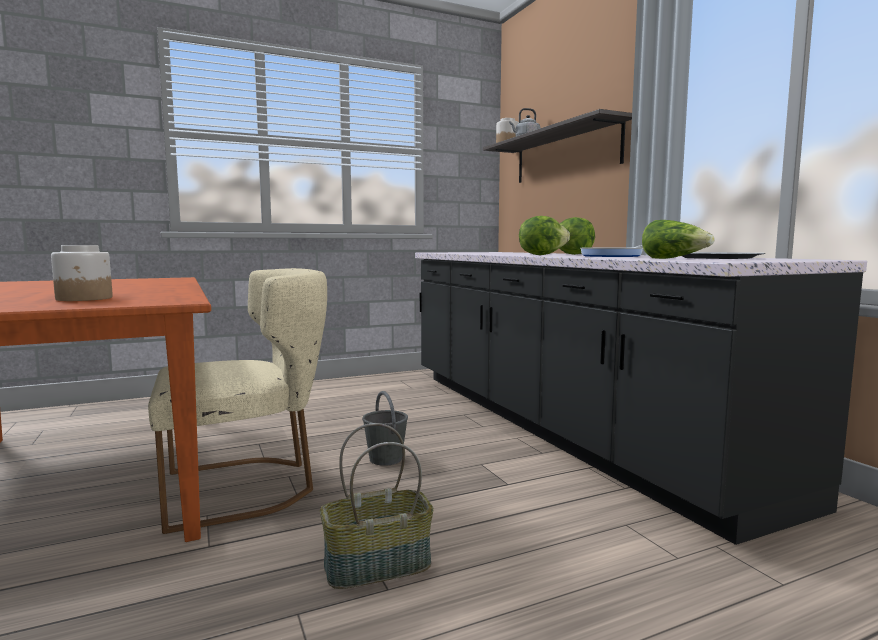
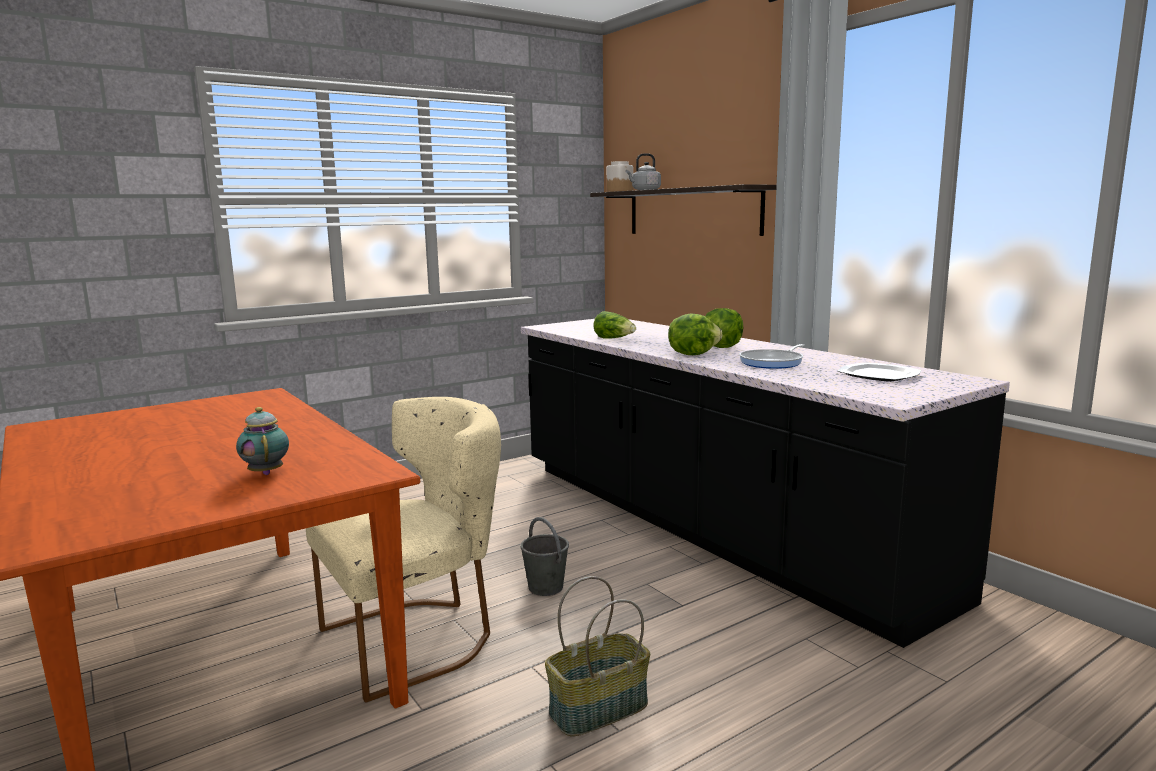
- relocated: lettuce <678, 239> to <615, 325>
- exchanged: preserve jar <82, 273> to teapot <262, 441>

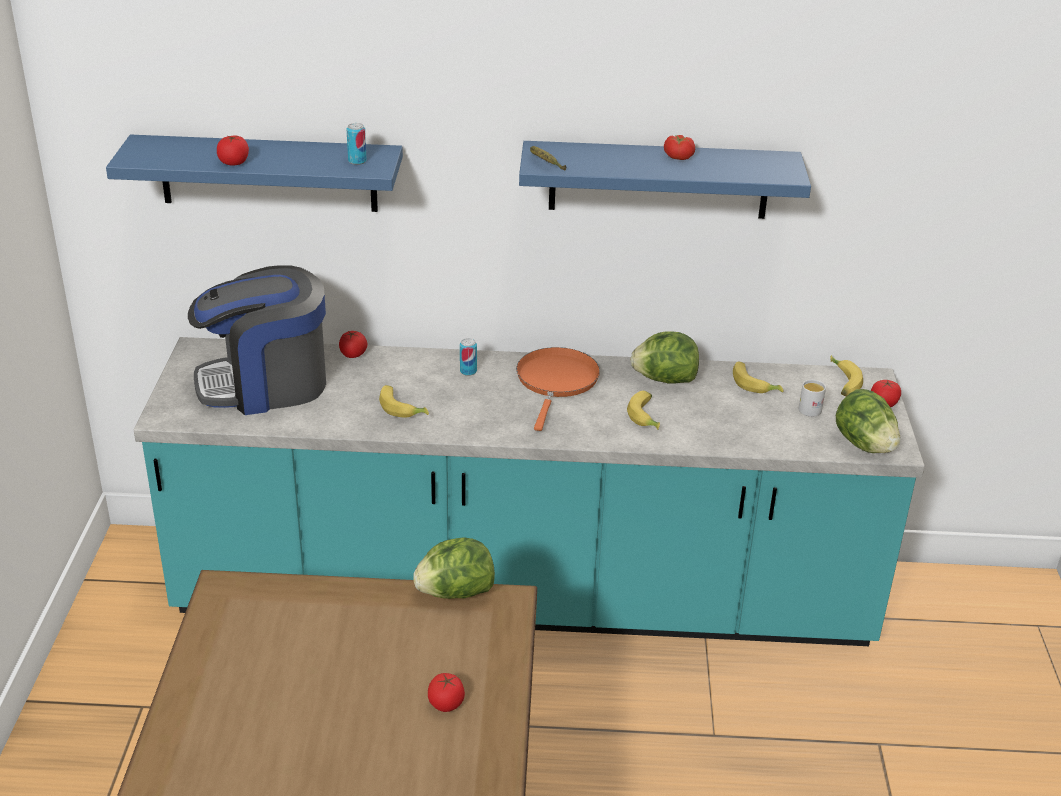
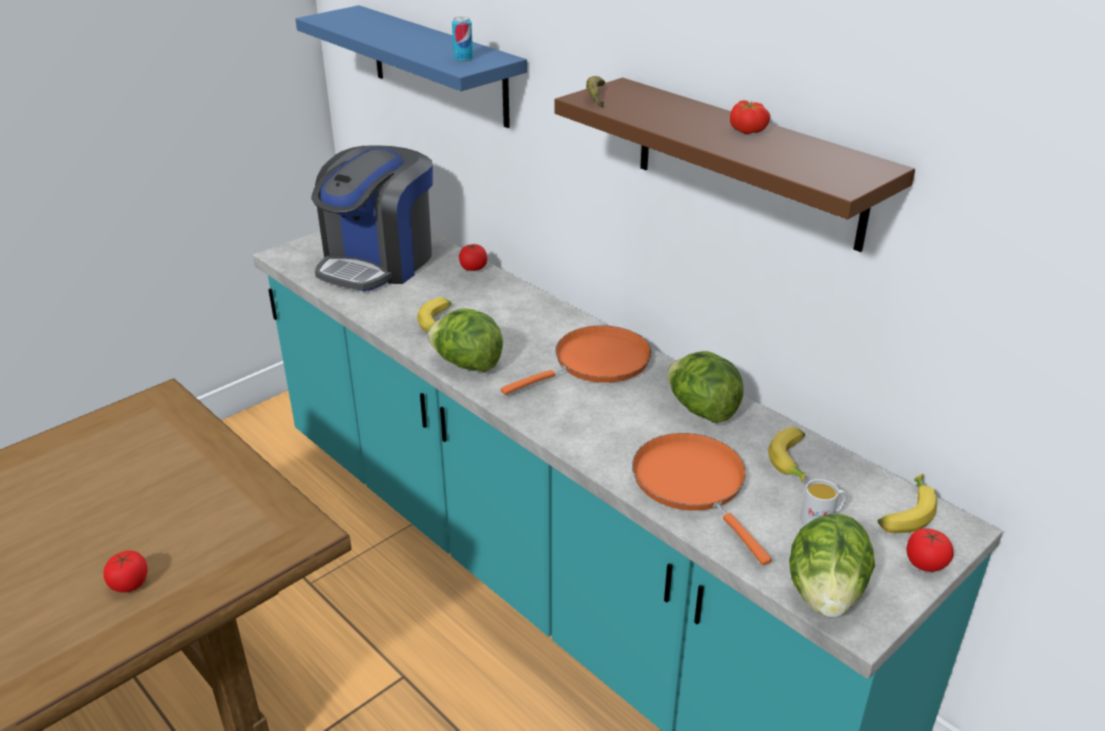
- missing: tomato <233, 150>
- colour: blue bracket shelf <665, 180> to brown bracket shelf <735, 165>
- spun: coffee machine <257, 340> = <372, 218> 90 degrees counterclockwise
- missing: can <468, 357>
- missing: whole banana <643, 410>
- relocated: lettuce <454, 568> to <465, 340>
- appeared: orangey skillet <702, 499>

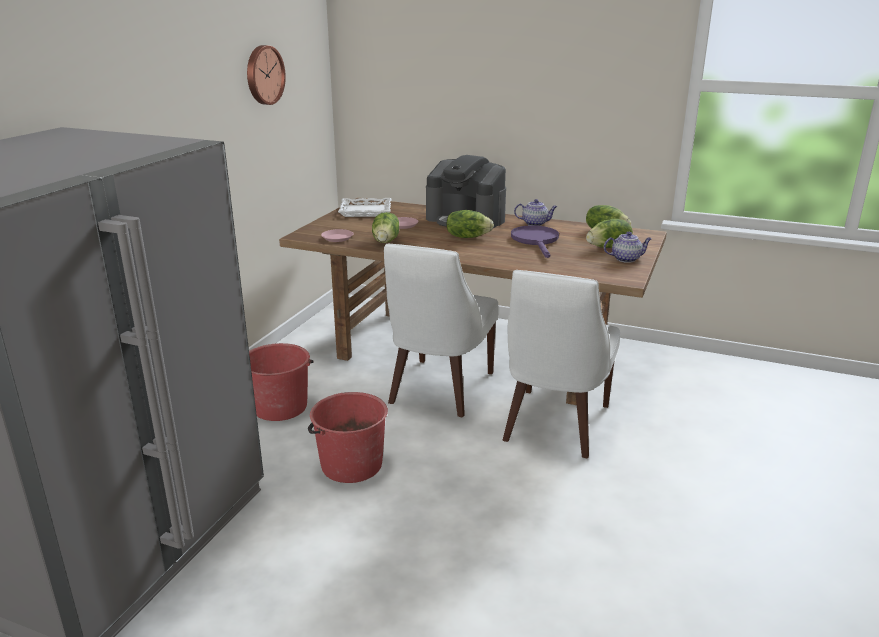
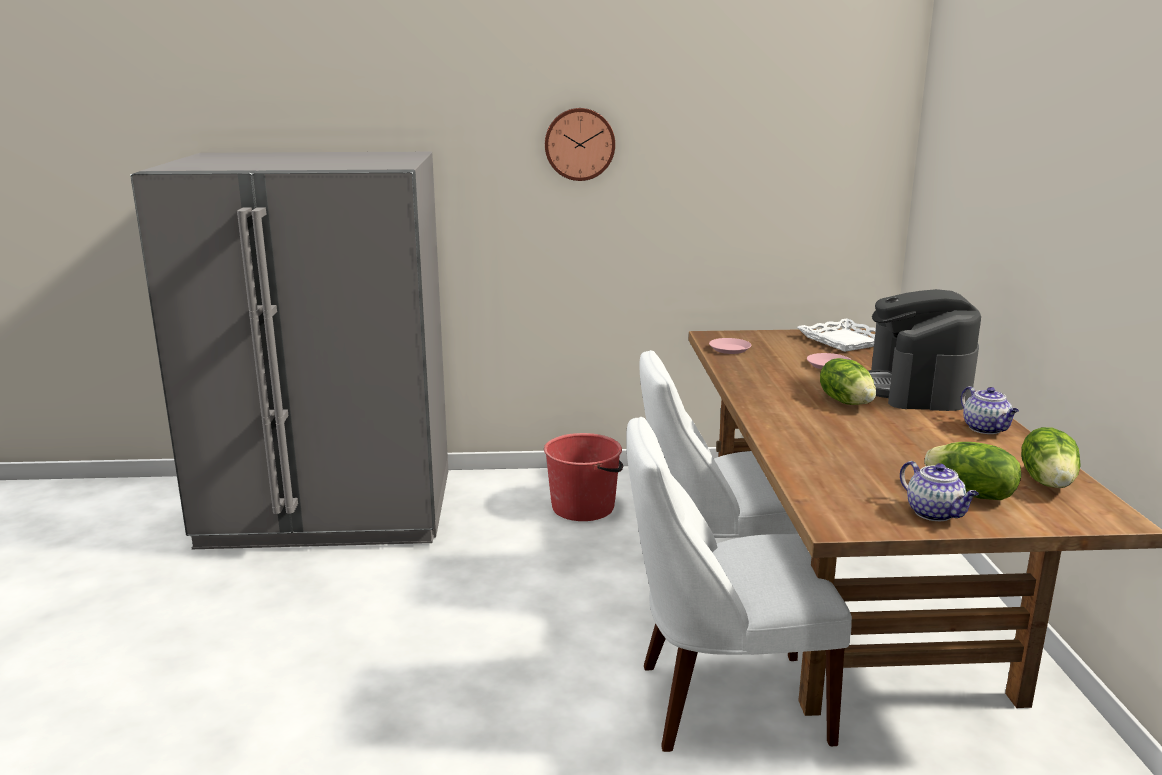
- relocated: hanging clock <266, 75> to <580, 144>
- missing: lettuce <385, 227>
- missing: purple-coloured skillet <535, 241>
- missing: red water bucket <348, 437>

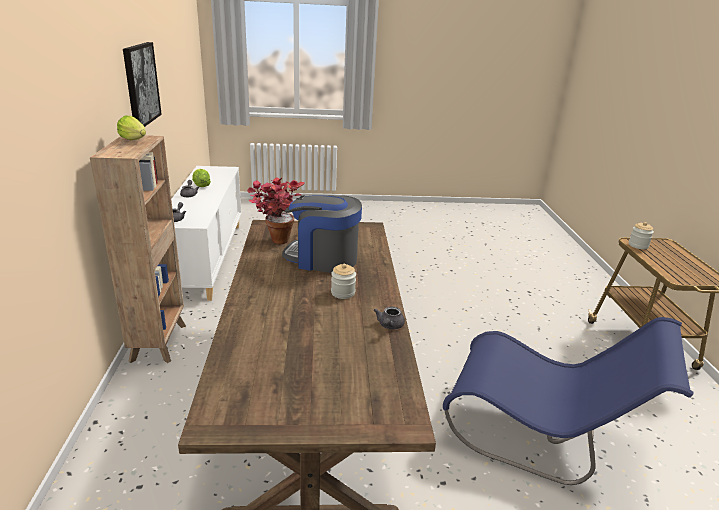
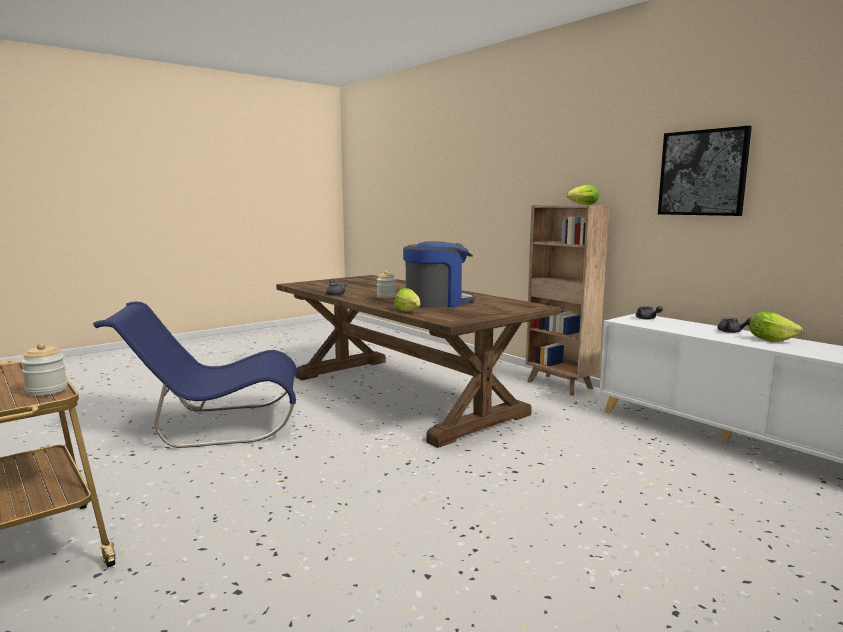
- missing: potted plant <276, 210>
- appeared: lettuce <408, 300>

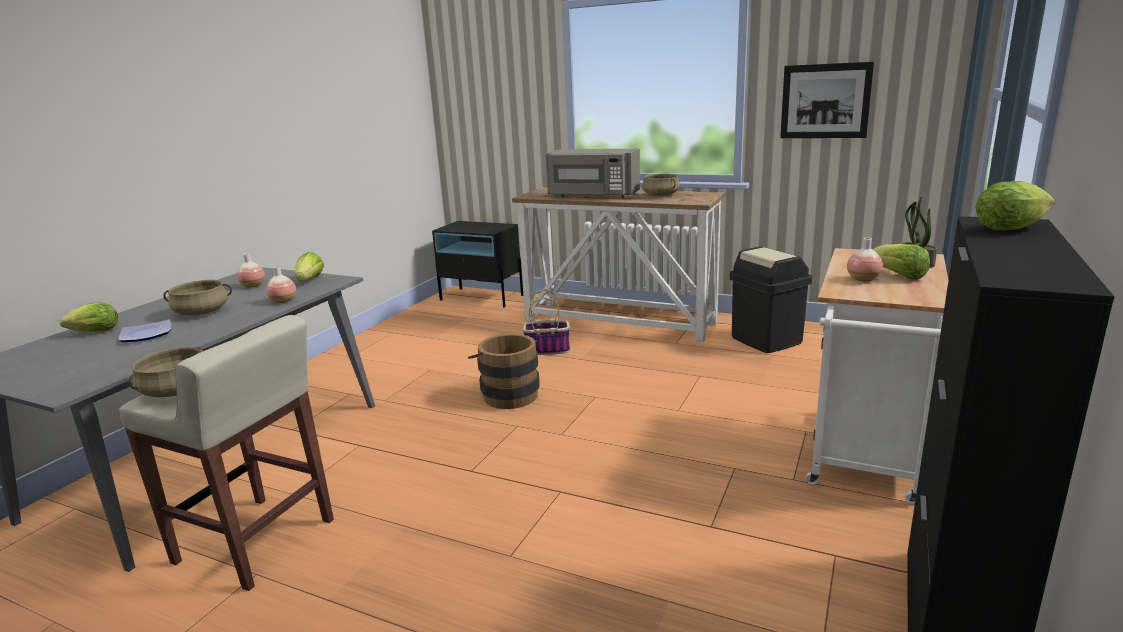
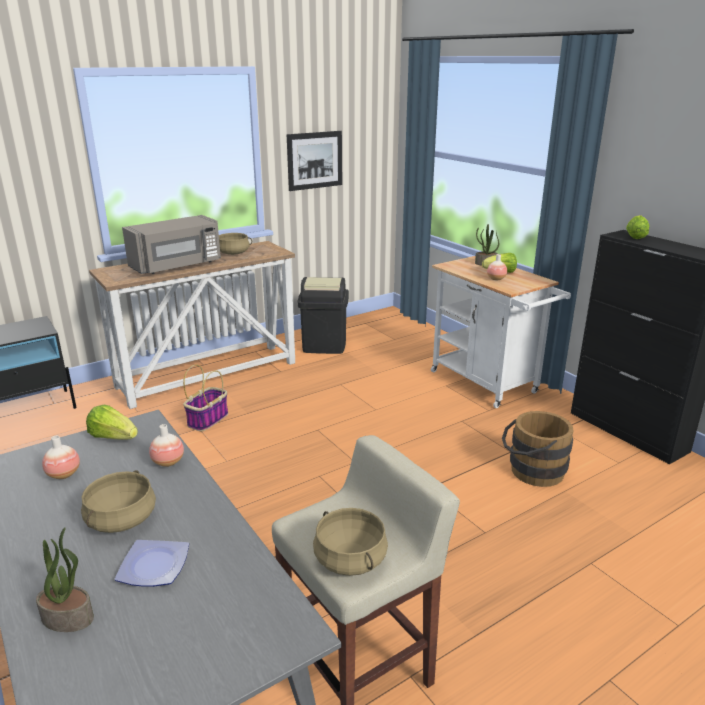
- exchanged: lettuce <89, 317> to potted plant <65, 579>
- relocated: brown water bucket <504, 371> to <538, 449>

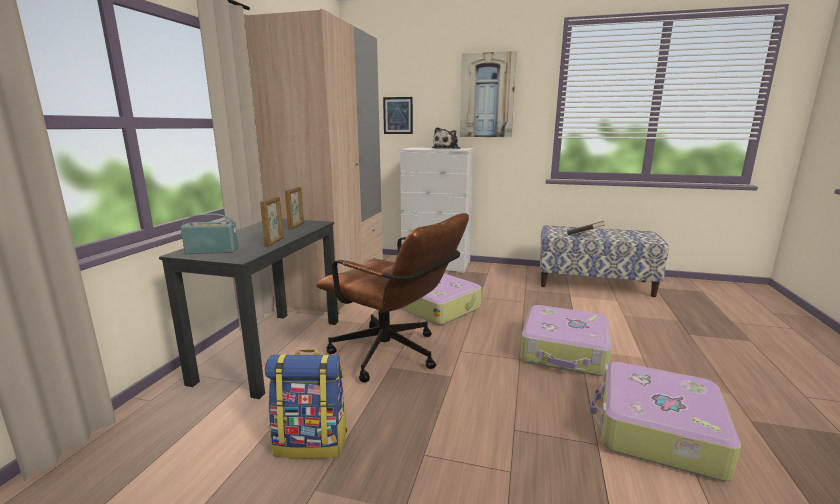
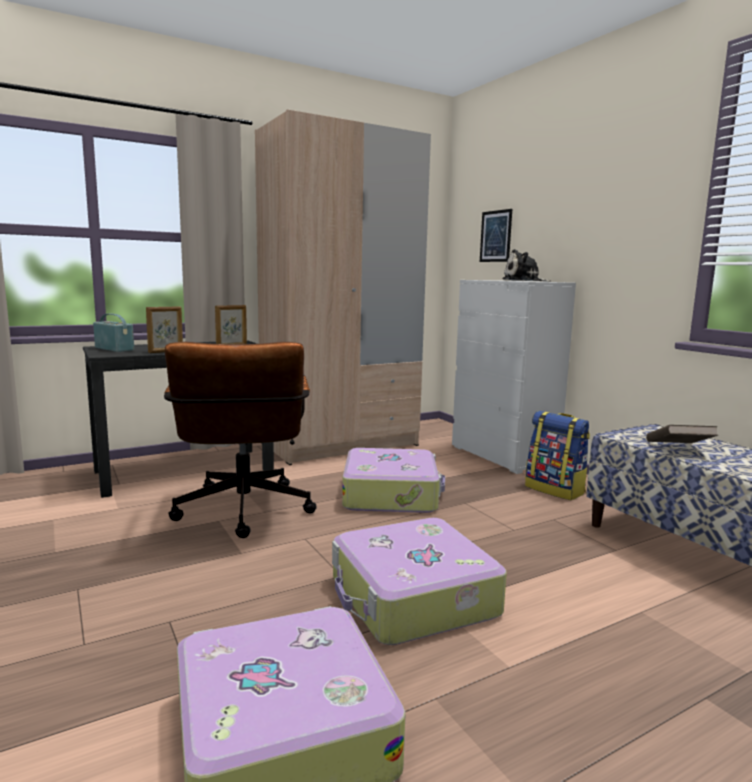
- missing: wall picture <488, 94>
- relocated: rucksack <306, 404> to <557, 455>

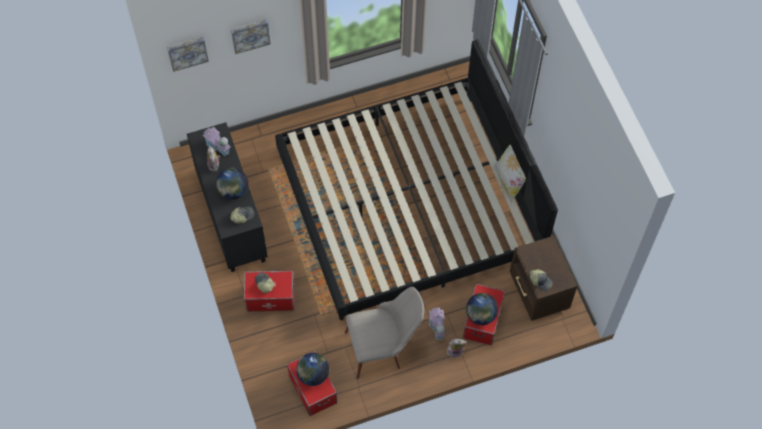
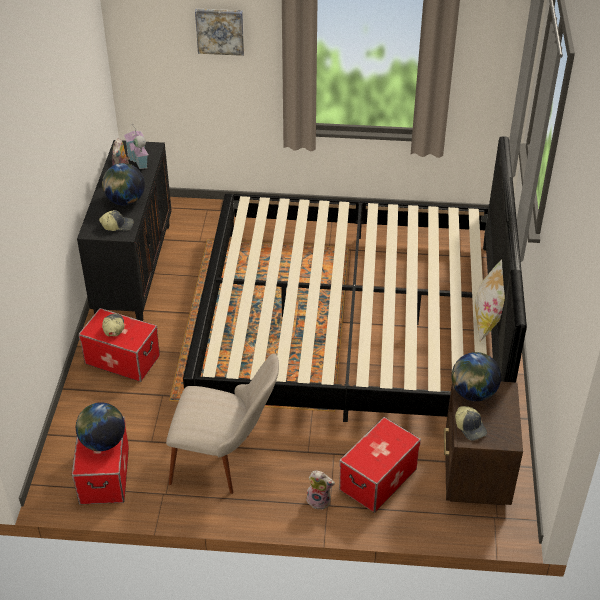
- missing: wall picture <188, 54>
- relocated: globe <482, 309> to <476, 376>
- missing: toy house <437, 324>

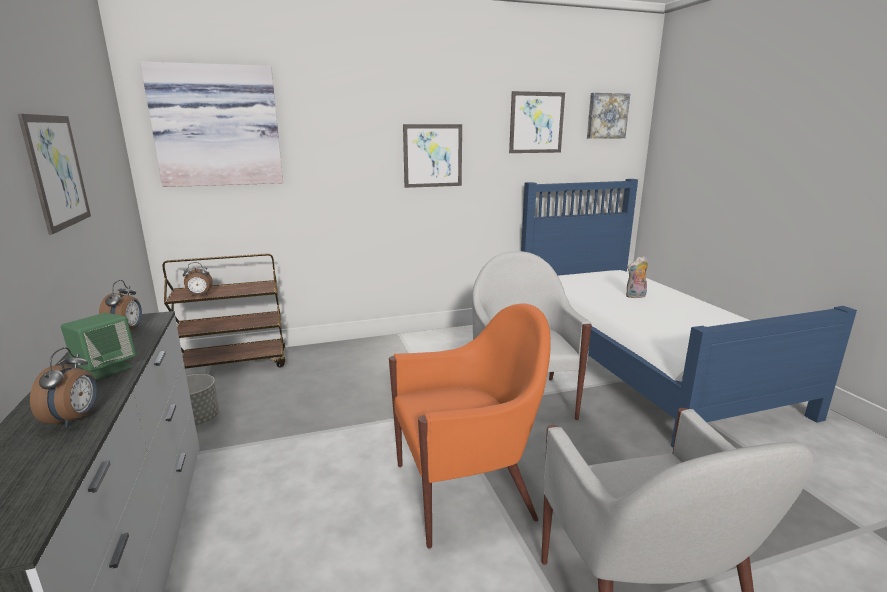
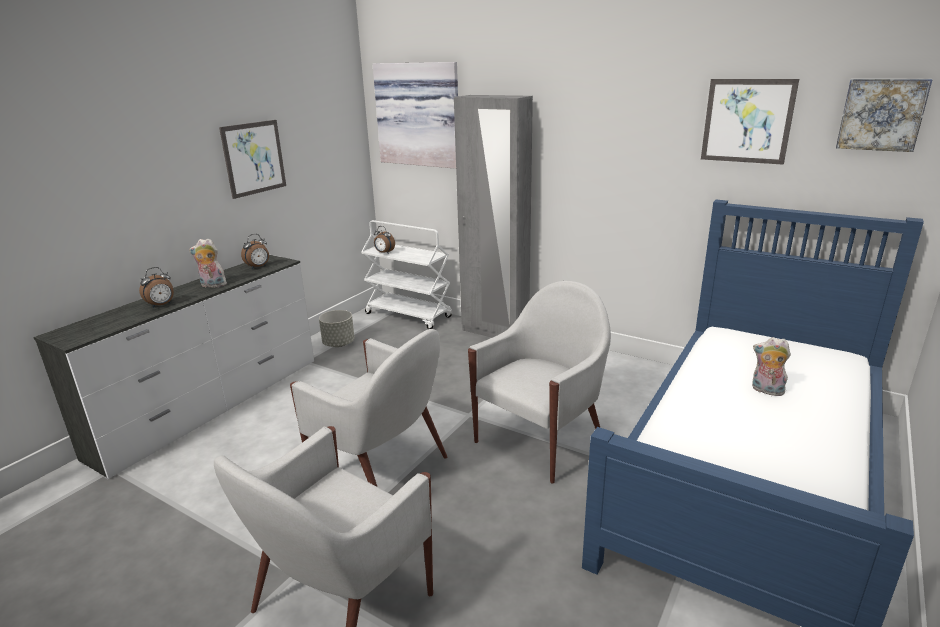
- missing: wall picture <432, 156>
- colour: brown wheeled cart <223, 311> to white-coloured wheeled cart <407, 274>
- colour: orangey armchair <470, 426> to white-coloured armchair <368, 407>
- exchanged: greenish loudspeaker <98, 346> to plush toy <208, 263>
- appeared: gray wardrobe <493, 216>

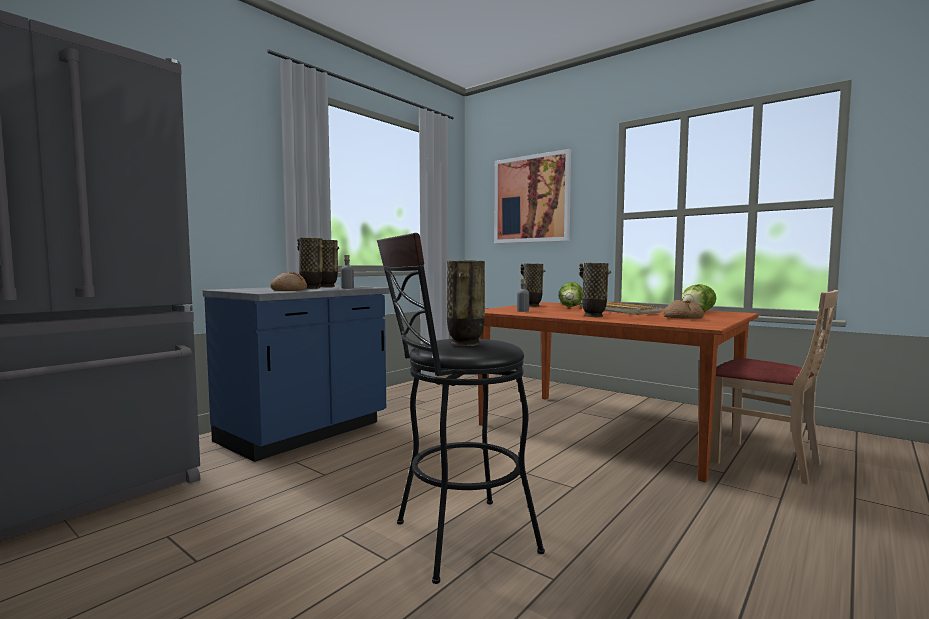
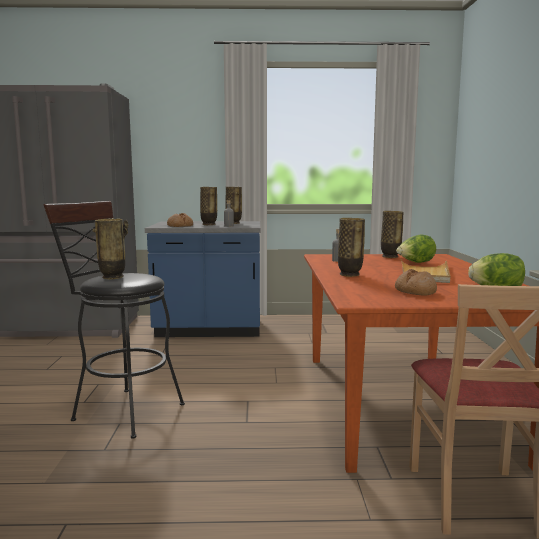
- missing: wall picture <532, 196>

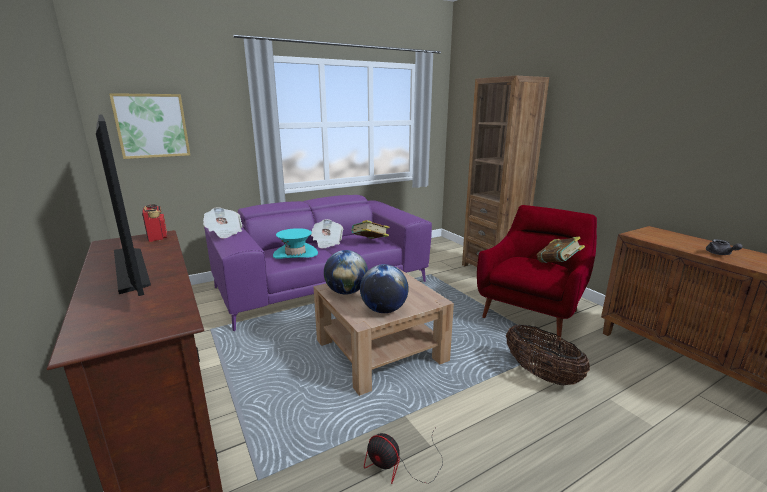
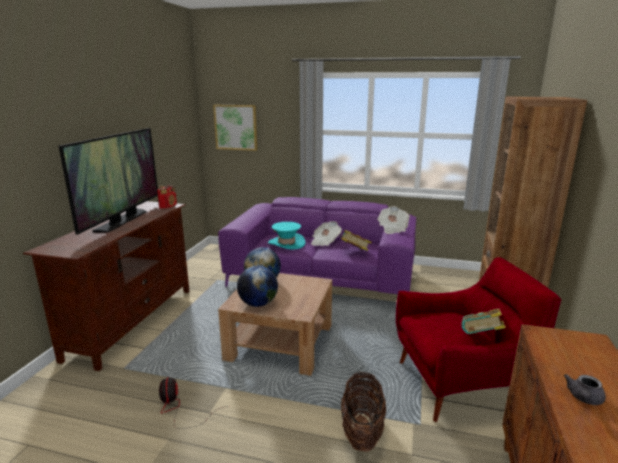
- relocated: printed paper <222, 222> to <393, 220>

